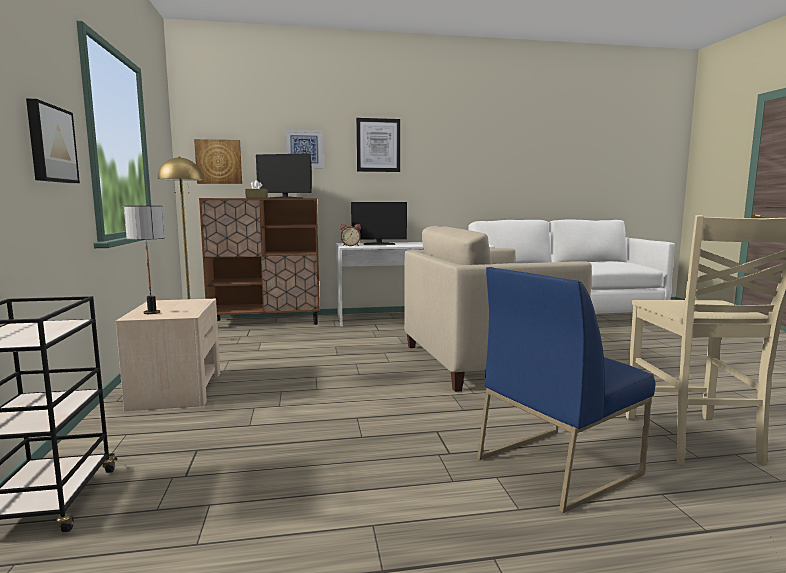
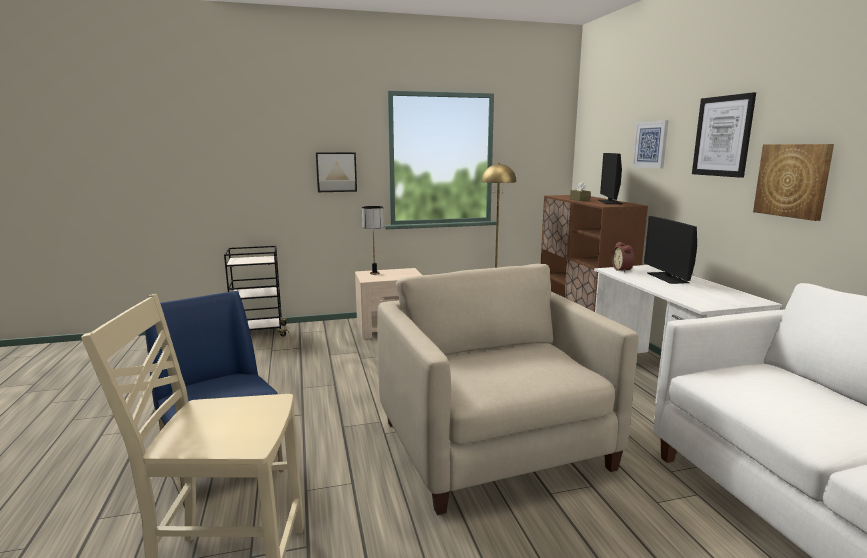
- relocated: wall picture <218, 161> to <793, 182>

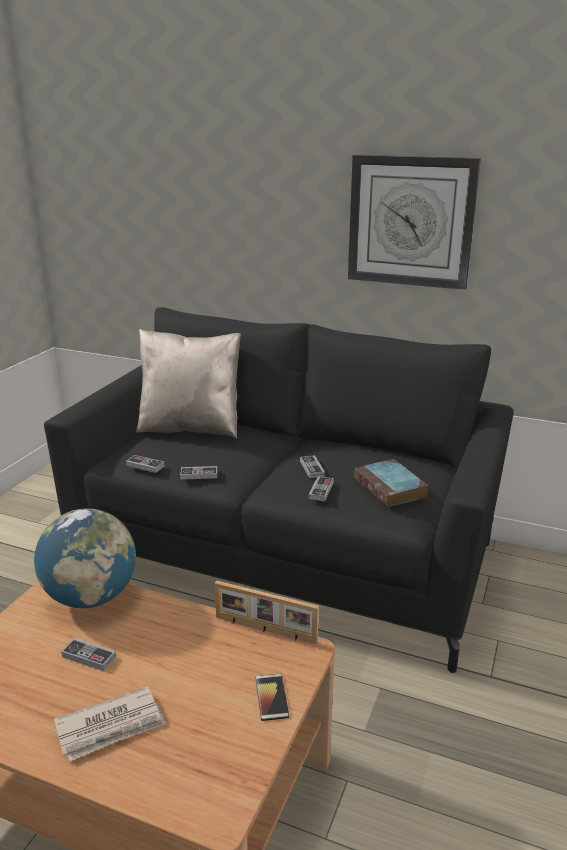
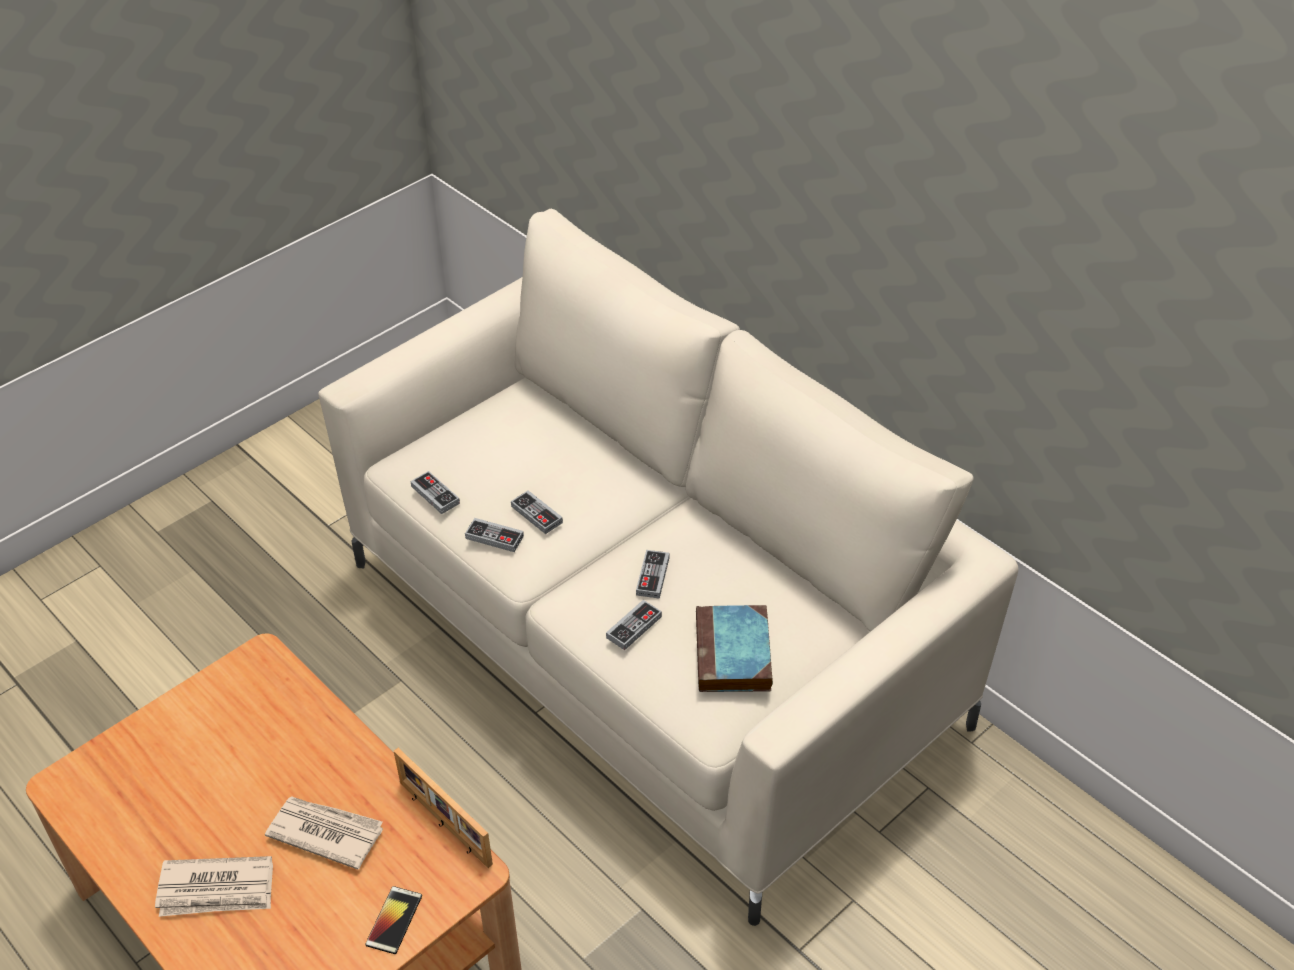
- missing: hanging clock <414, 222>
- colour: blackish couch <279, 490> to sand-coloured couch <668, 567>
- missing: sand-coloured pillow <188, 383>
- missing: globe <85, 558>
- relocated: gamepad <89, 654> to <537, 512>
- appeared: printed paper <324, 833>

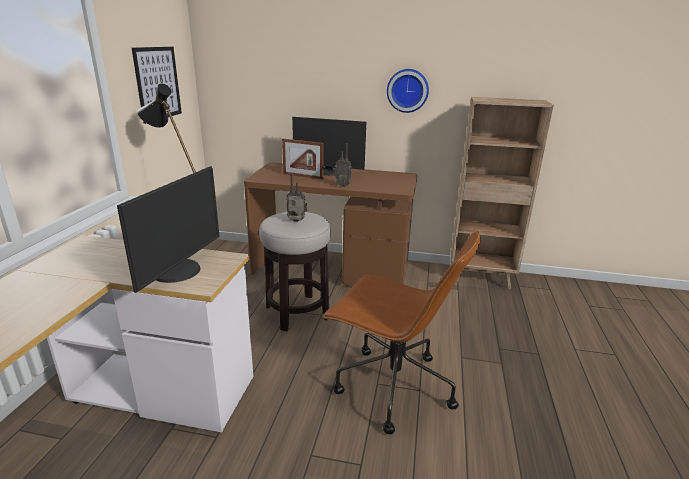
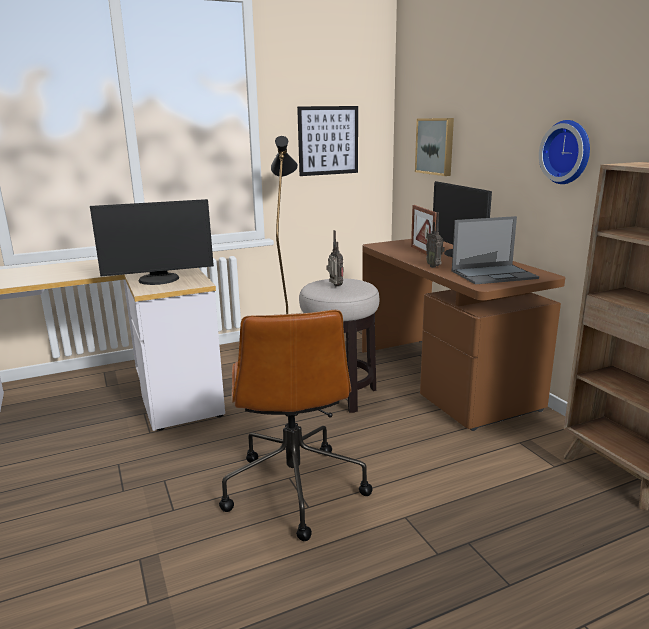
- appeared: wall picture <434, 147>
- appeared: laptop <495, 250>

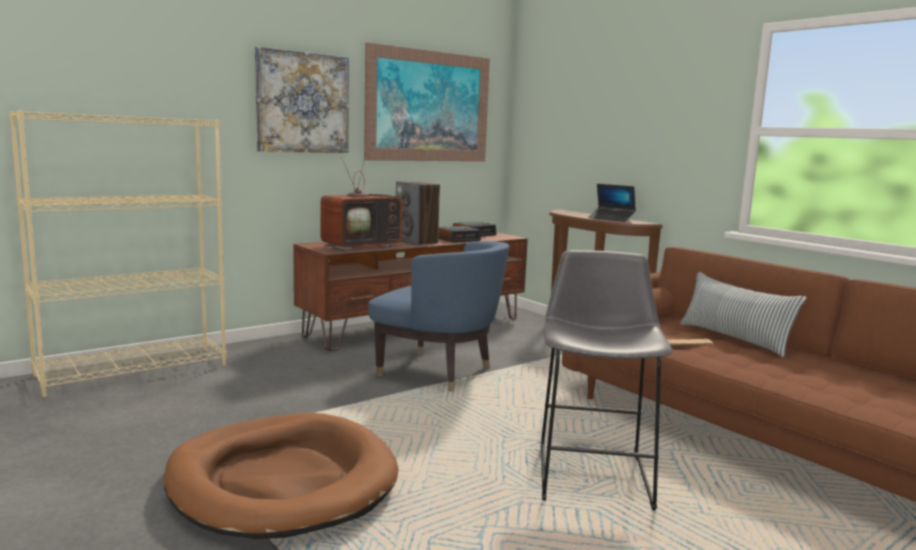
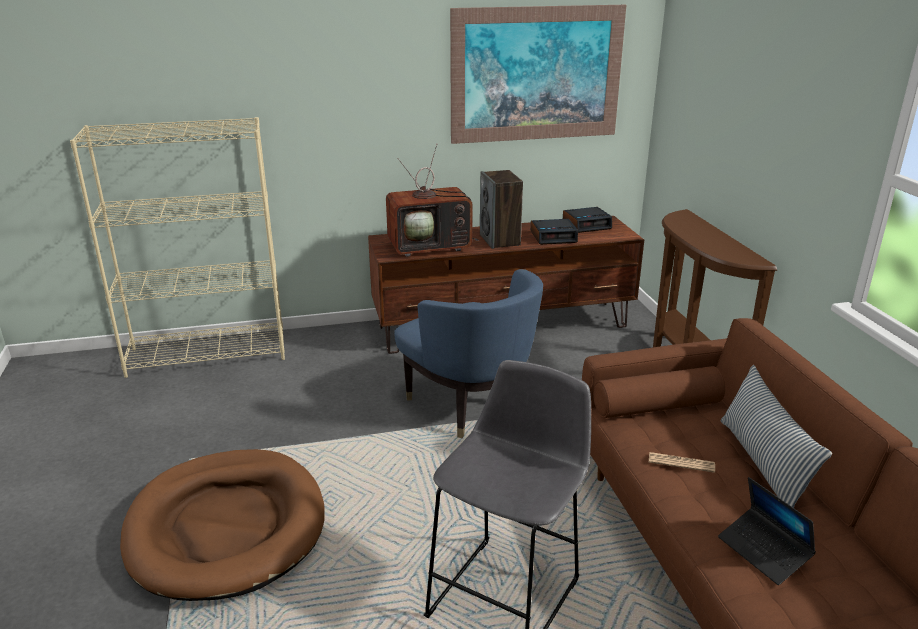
- missing: wall picture <302, 100>
- relocated: laptop <612, 203> to <767, 531>

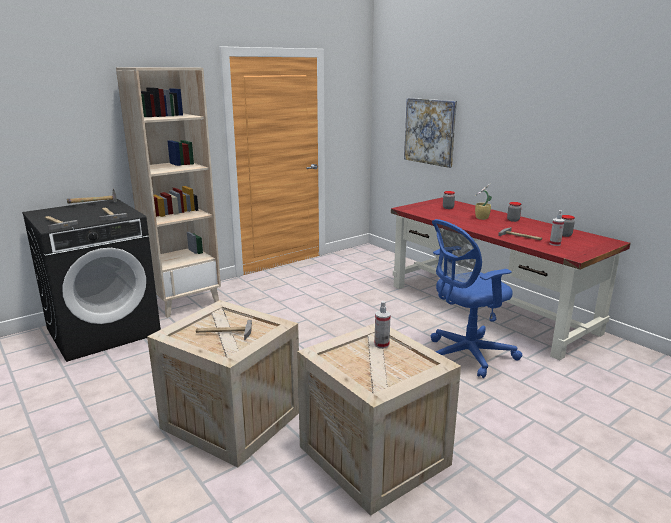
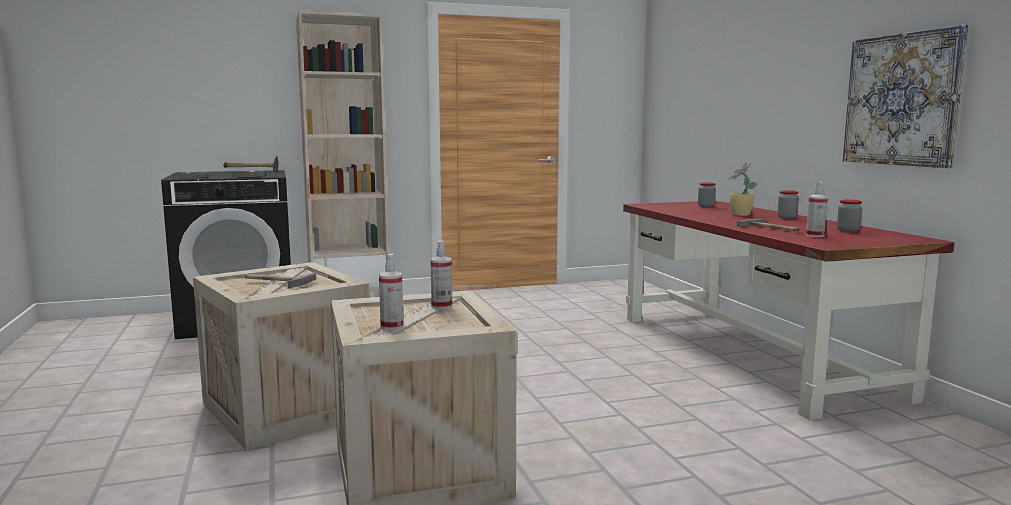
- relocated: wall picture <430, 133> to <905, 96>
- missing: blue desk chair <476, 298>
- appeared: spray bottle <391, 291>

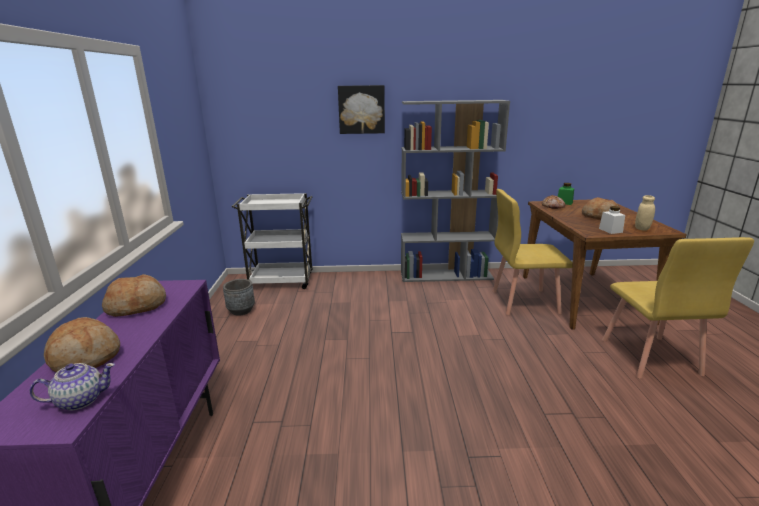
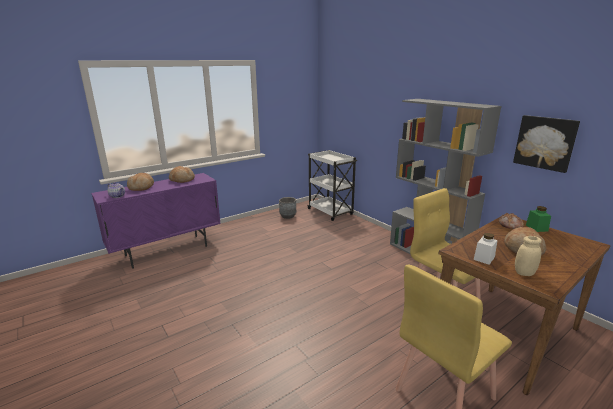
- relocated: wall picture <361, 109> to <546, 144>

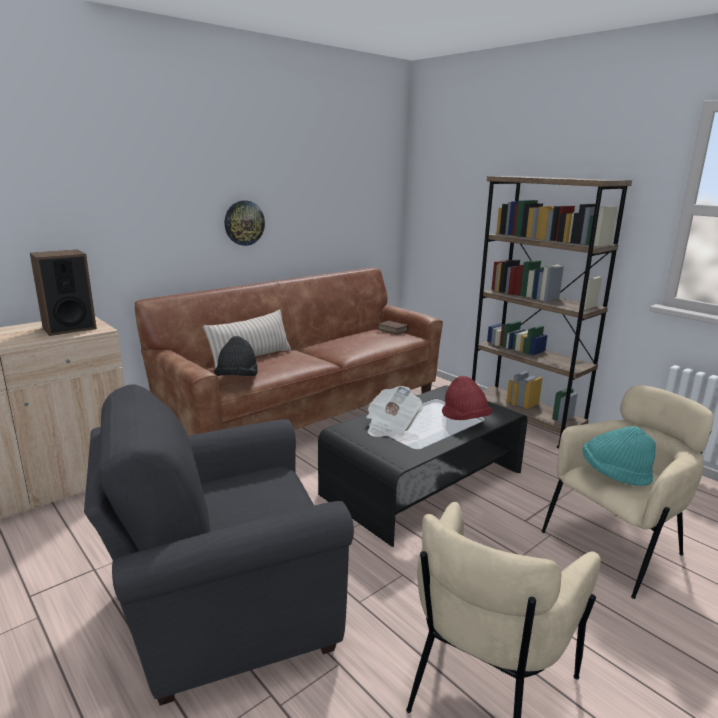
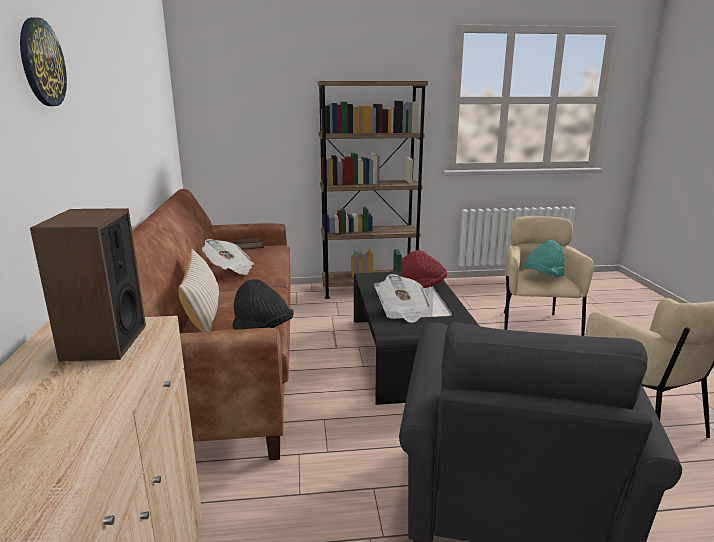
- relocated: hanging clock <245, 223> to <43, 61>
- appeared: printed paper <228, 257>

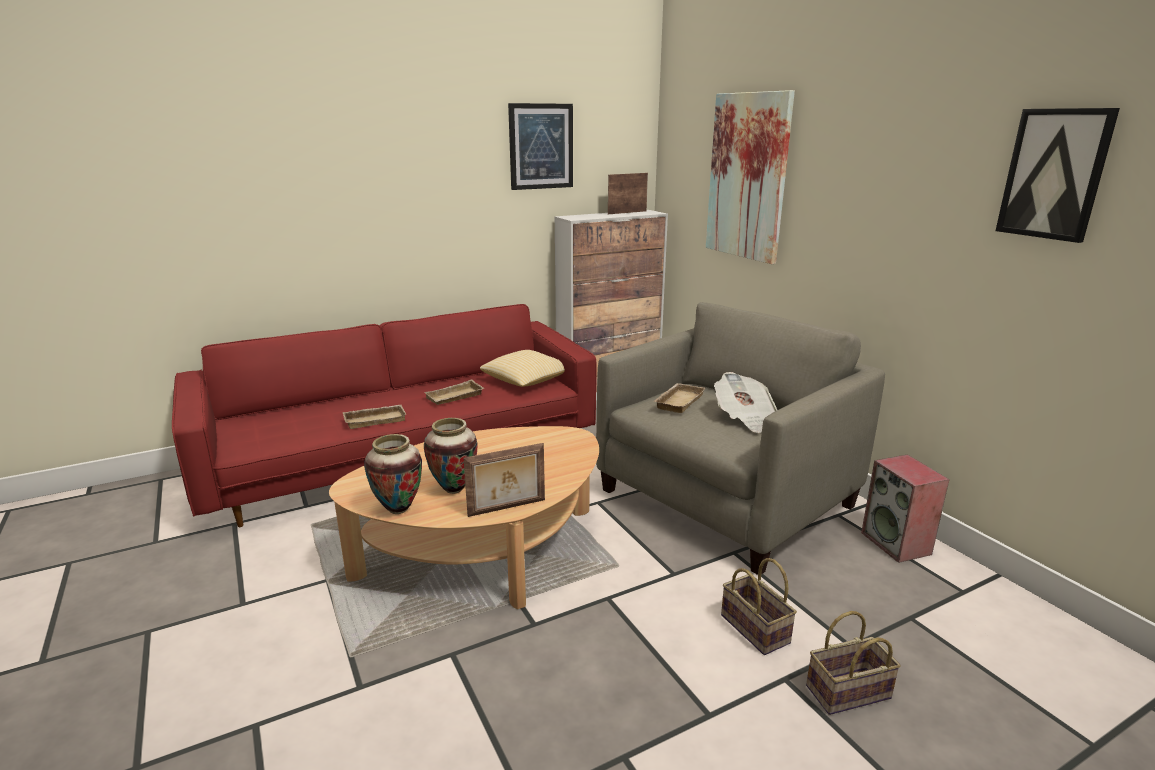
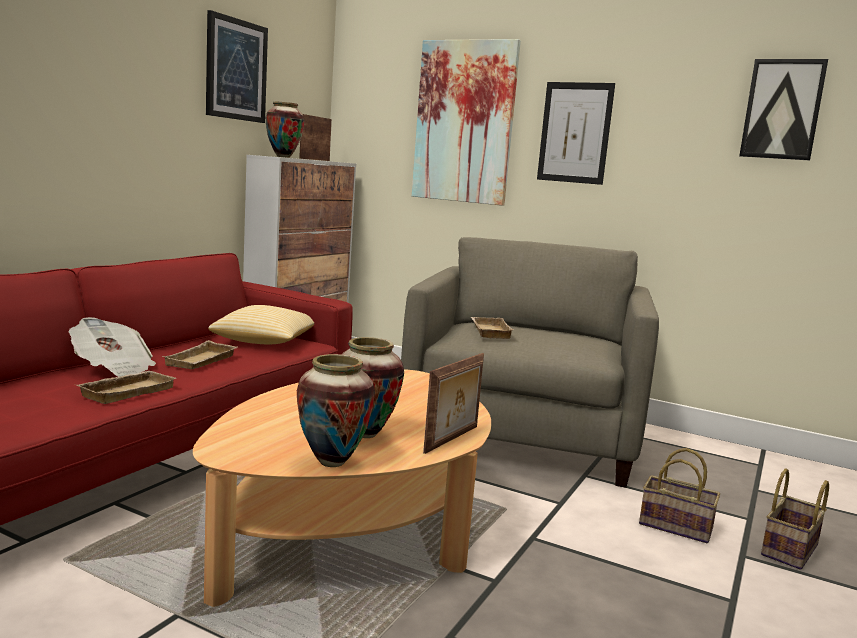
- relocated: printed paper <745, 402> to <112, 347>
- missing: loudspeaker <905, 508>
- appeared: wall picture <576, 133>
- appeared: decorative vase <285, 130>

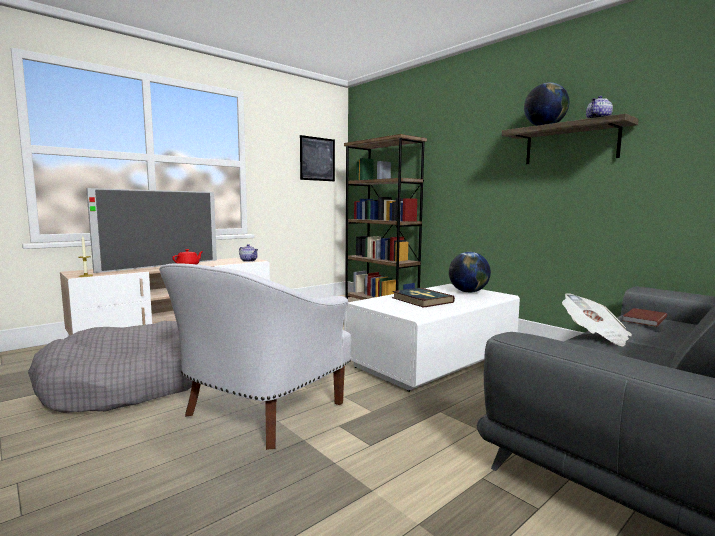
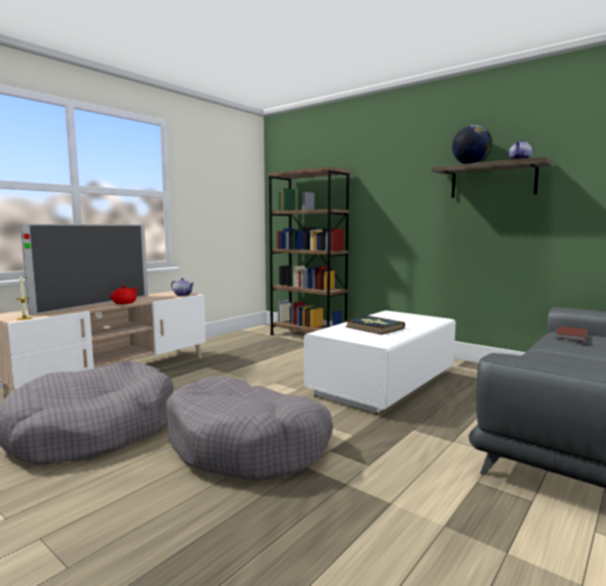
- missing: wall picture <317, 158>
- missing: globe <470, 272>
- exchanged: white-coloured armchair <255, 356> to gray dog bed <249, 428>
- missing: printed paper <597, 320>

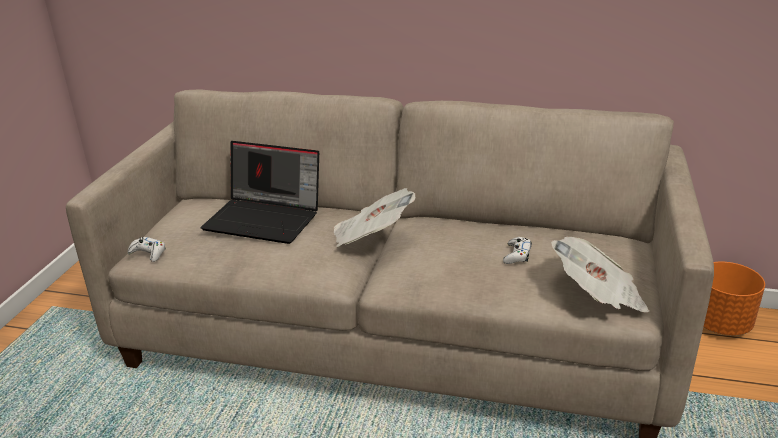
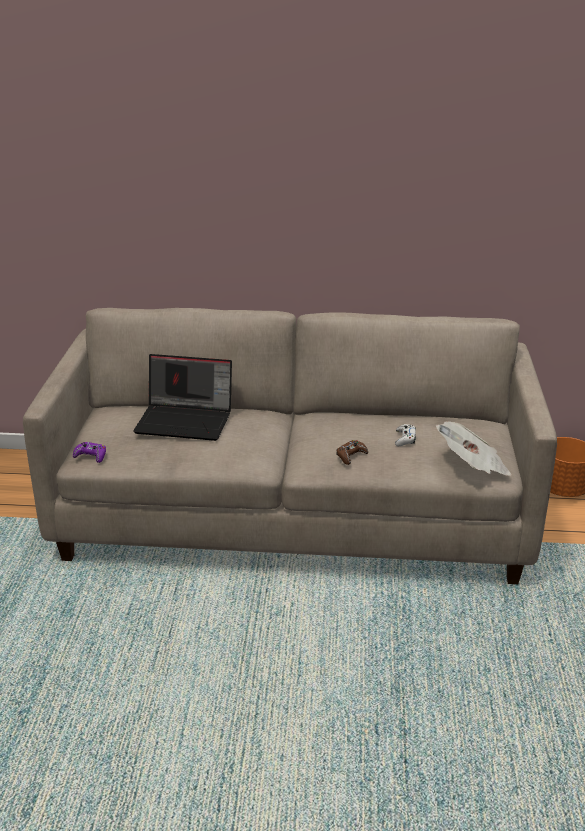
- missing: printed paper <374, 217>
- colour: white-coloured gamepad <147, 249> to purple-coloured gamepad <89, 452>
- appeared: brown gamepad <352, 452>

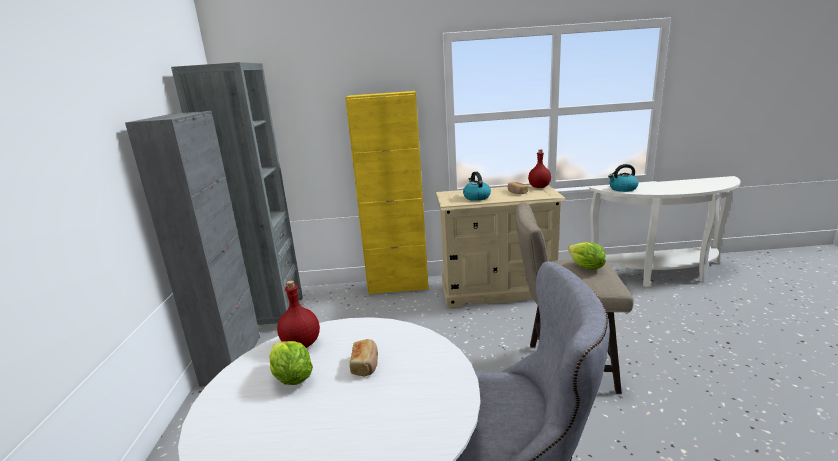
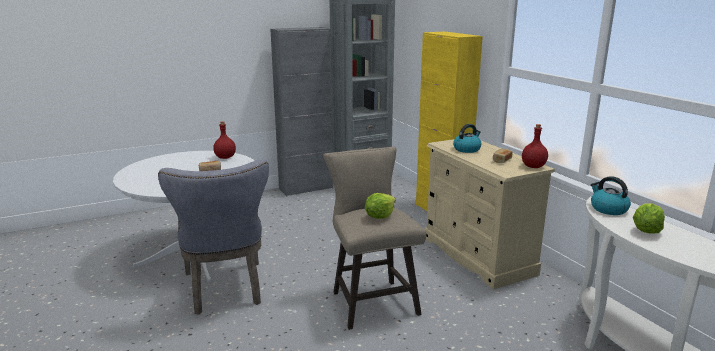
- relocated: lettuce <291, 363> to <649, 218>

